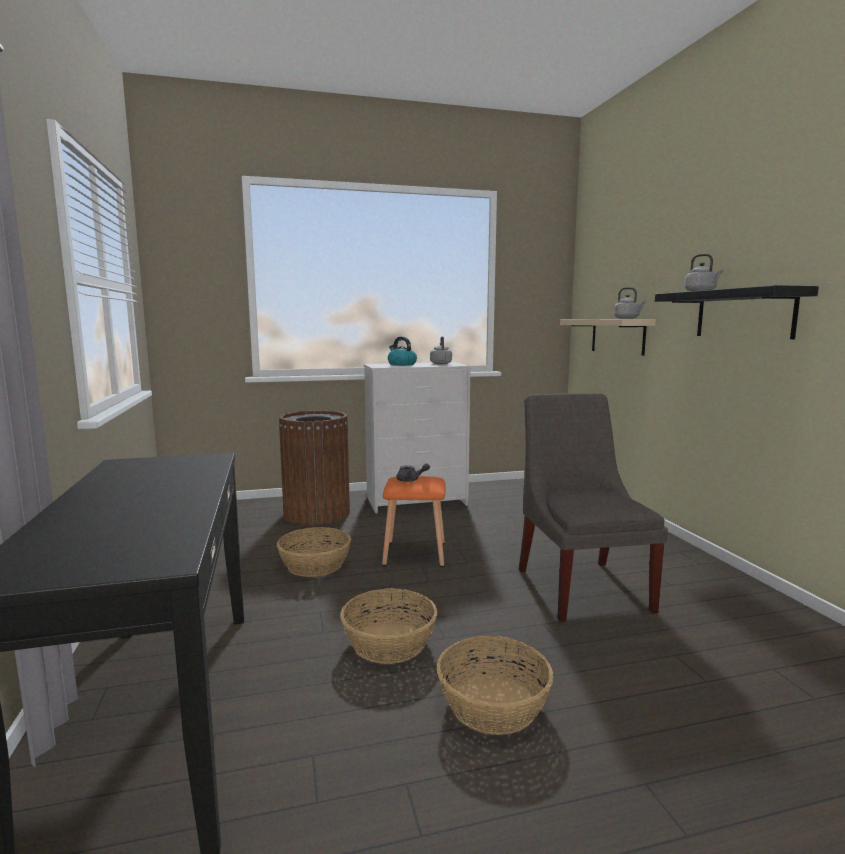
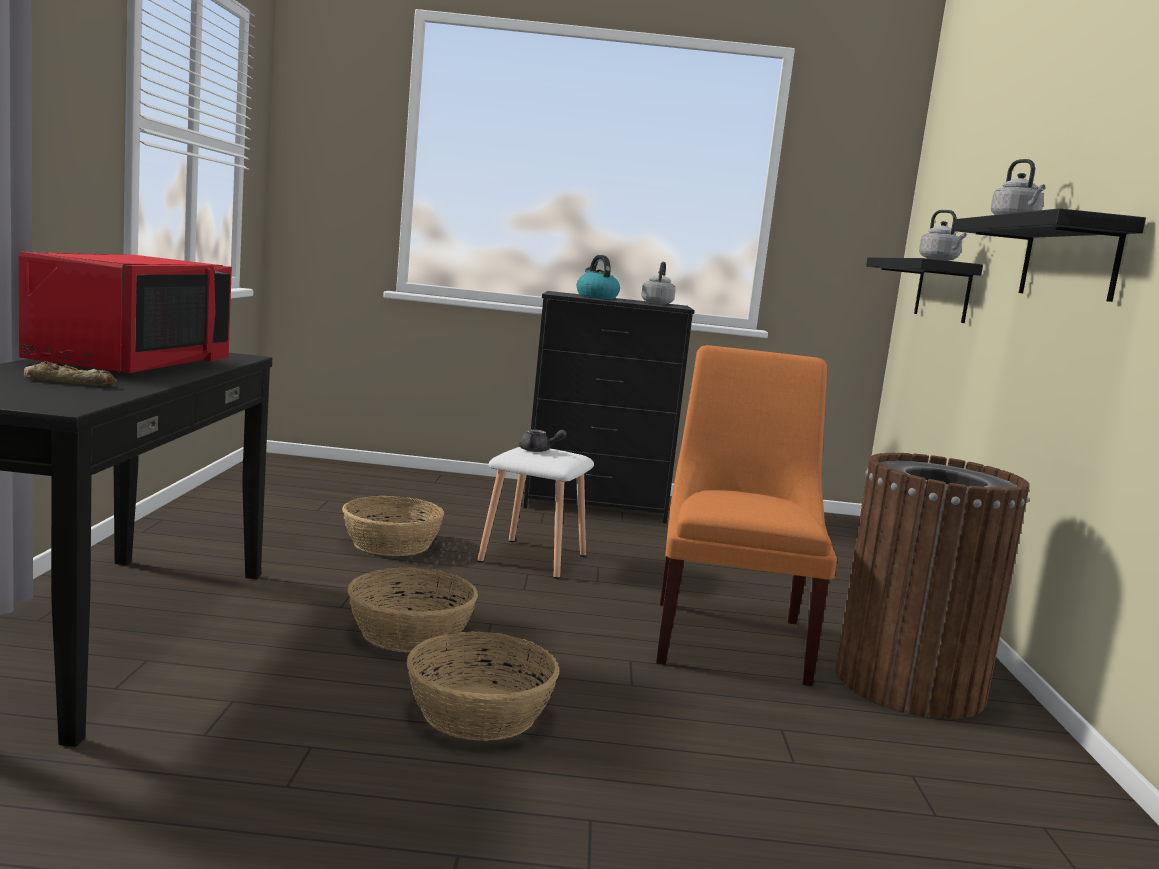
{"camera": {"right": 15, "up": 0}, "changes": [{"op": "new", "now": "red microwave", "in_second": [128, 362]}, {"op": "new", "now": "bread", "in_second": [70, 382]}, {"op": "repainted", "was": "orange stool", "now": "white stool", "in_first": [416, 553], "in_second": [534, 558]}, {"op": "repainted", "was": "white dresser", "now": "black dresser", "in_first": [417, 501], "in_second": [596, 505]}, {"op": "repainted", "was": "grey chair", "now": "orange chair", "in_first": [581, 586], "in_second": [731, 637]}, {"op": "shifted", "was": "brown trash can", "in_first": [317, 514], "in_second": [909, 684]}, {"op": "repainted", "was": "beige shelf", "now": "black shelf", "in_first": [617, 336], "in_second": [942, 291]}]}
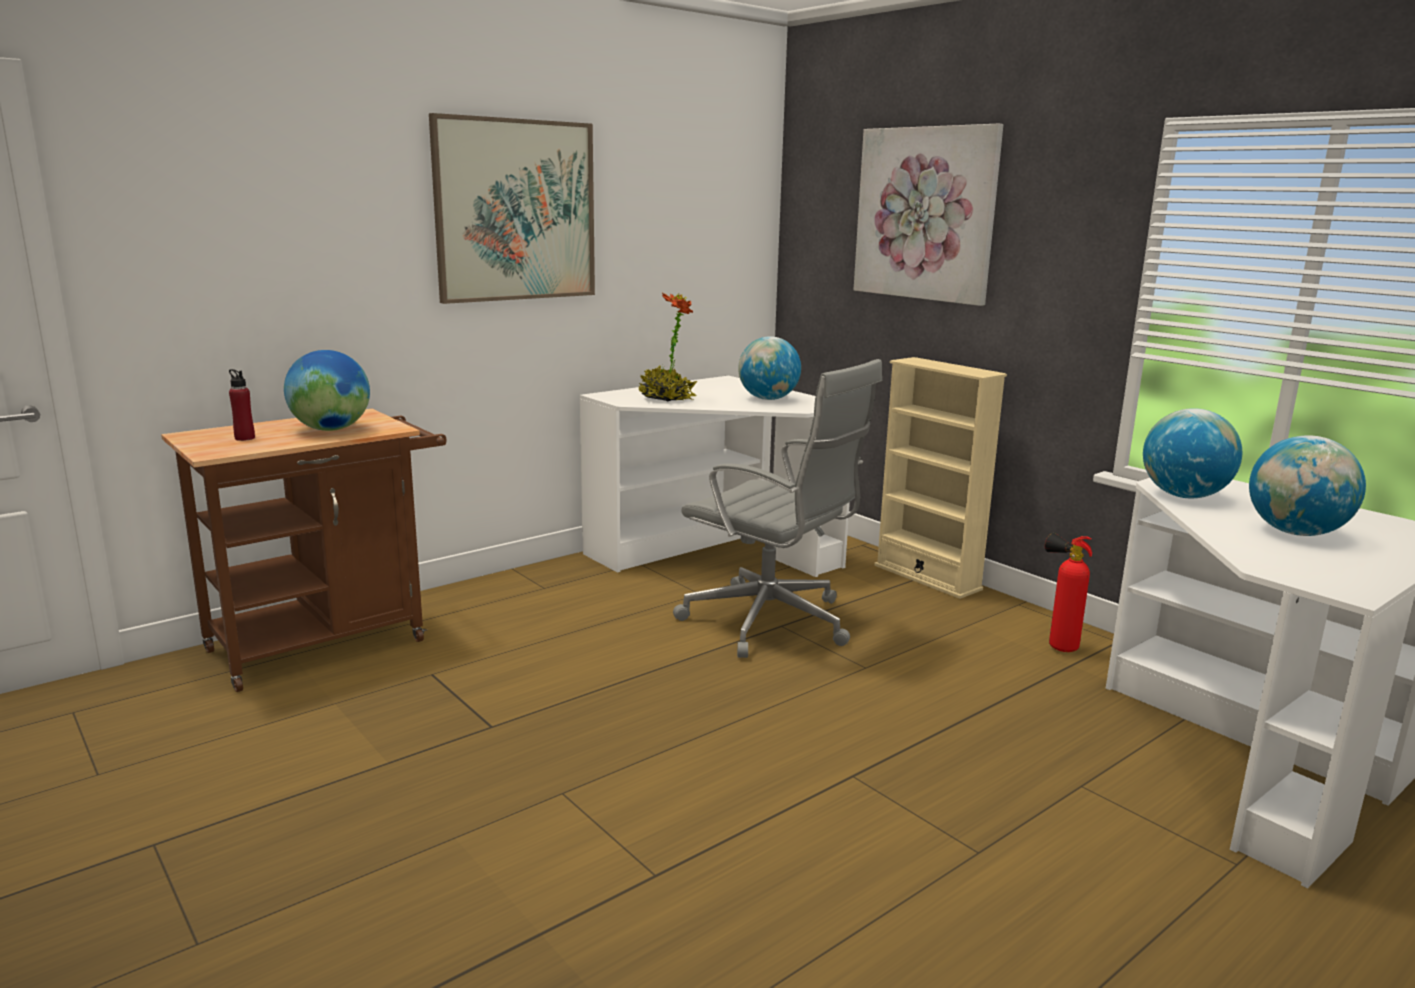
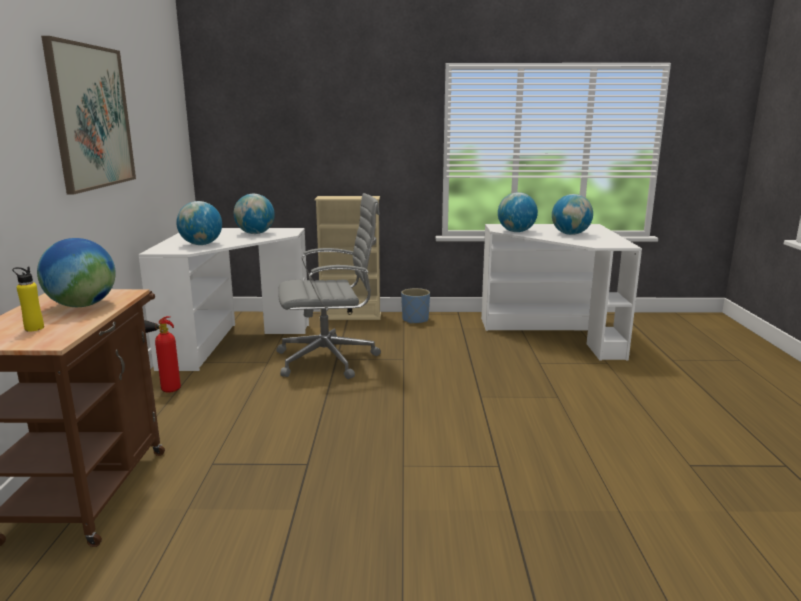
{"camera": {"right": -50, "up": 0}, "changes": [{"op": "repainted", "was": "red bottle", "now": "yellow bottle", "in_first": [244, 438], "in_second": [34, 328]}, {"op": "shifted", "was": "fire extinguisher", "in_first": [1057, 646], "in_second": [166, 390]}, {"op": "swapped", "was": "potted plant", "now": "globe", "in_first": [666, 398], "in_second": [201, 244]}, {"op": "new", "now": "blue planter", "in_second": [415, 320]}, {"op": "gone", "was": "picture", "in_first": [925, 214]}]}
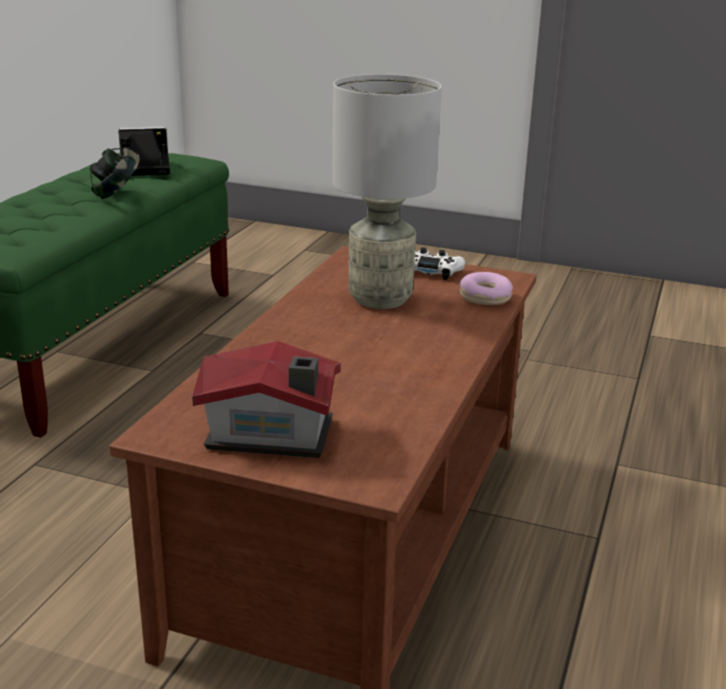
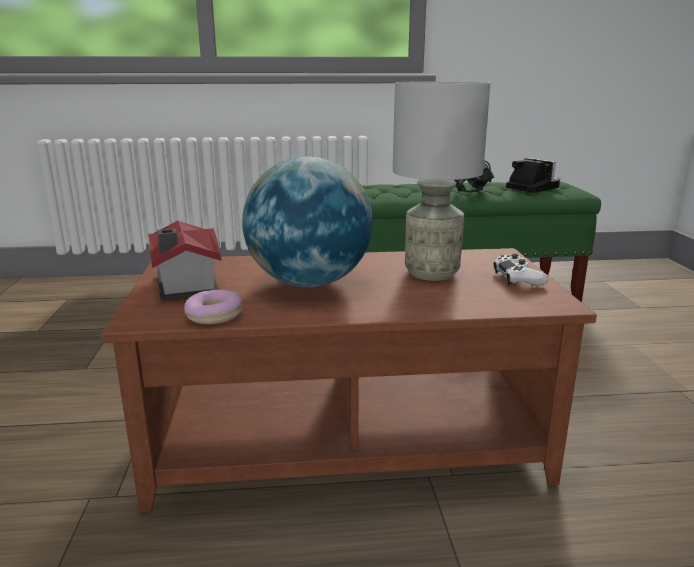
{"camera": {"right": 65, "up": -5}, "changes": [{"op": "shifted", "was": "donut", "in_first": [485, 297], "in_second": [214, 316]}, {"op": "new", "now": "globe", "in_second": [309, 283]}]}
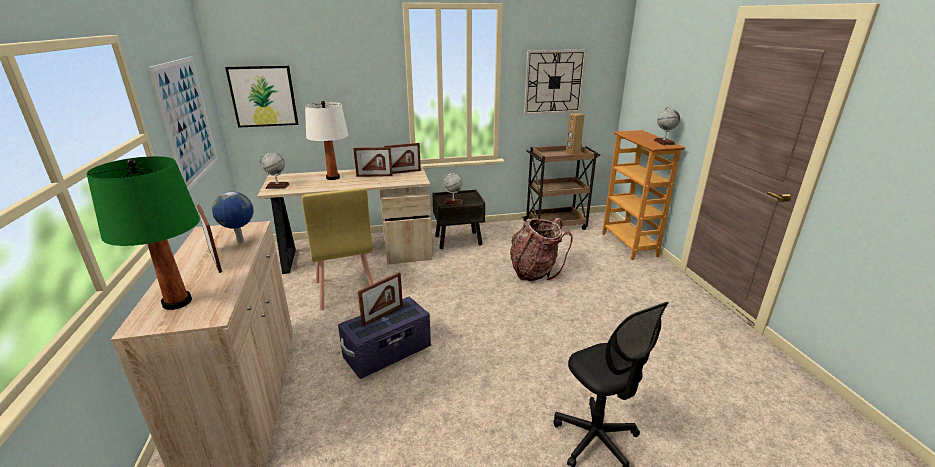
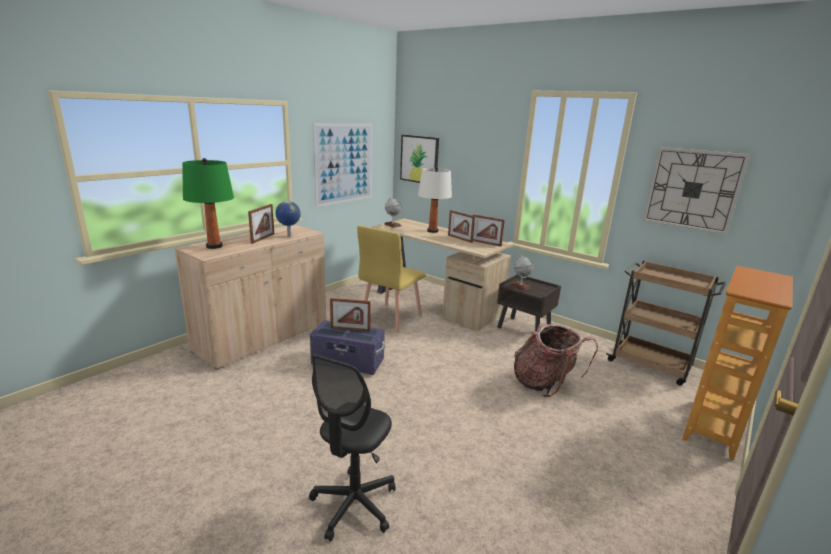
{"camera": {"right": 50, "up": -5}, "changes": [{"op": "gone", "was": "brown speaker", "in_first": [572, 153]}, {"op": "gone", "was": "globe", "in_first": [664, 142]}]}
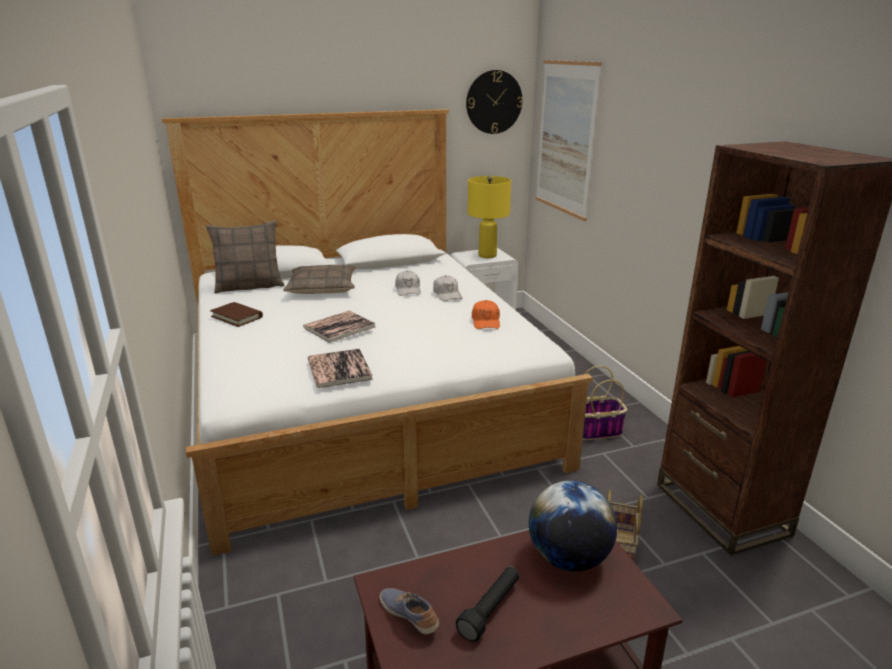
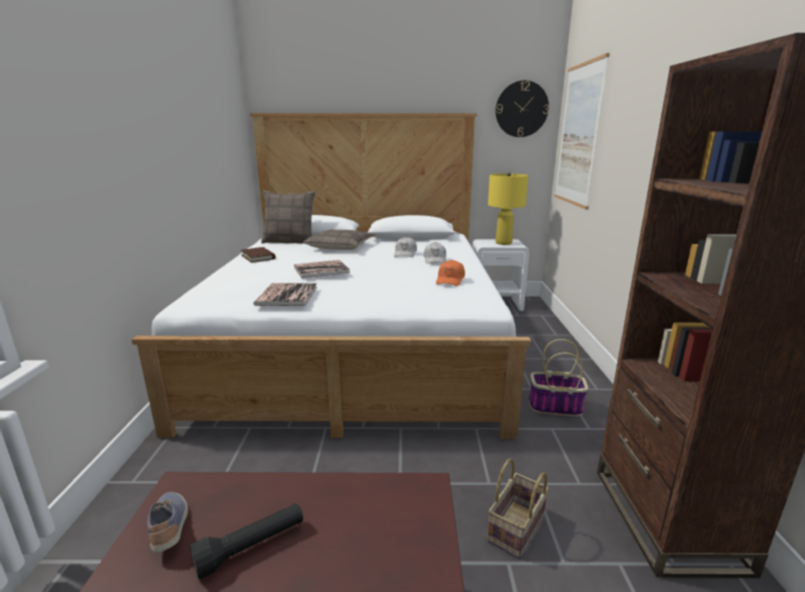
{"camera": {"right": 20, "up": -5}, "changes": [{"op": "gone", "was": "globe", "in_first": [568, 558]}]}
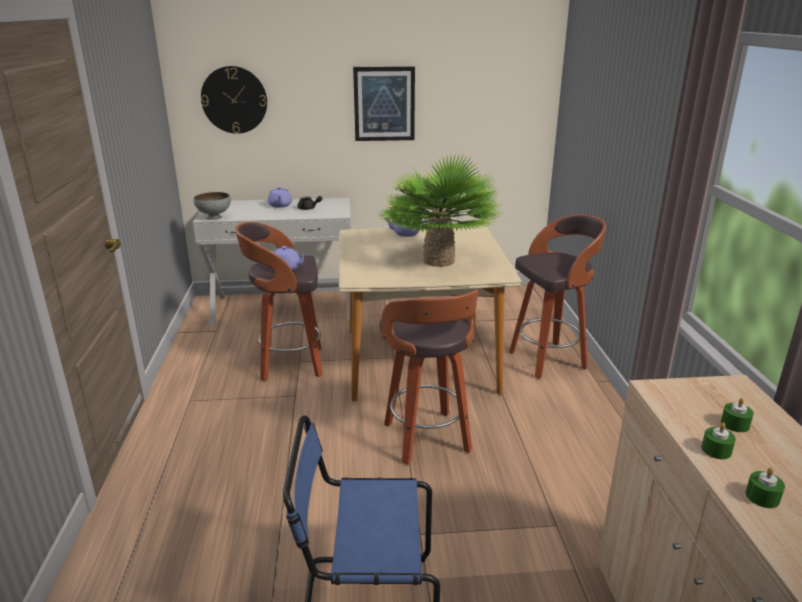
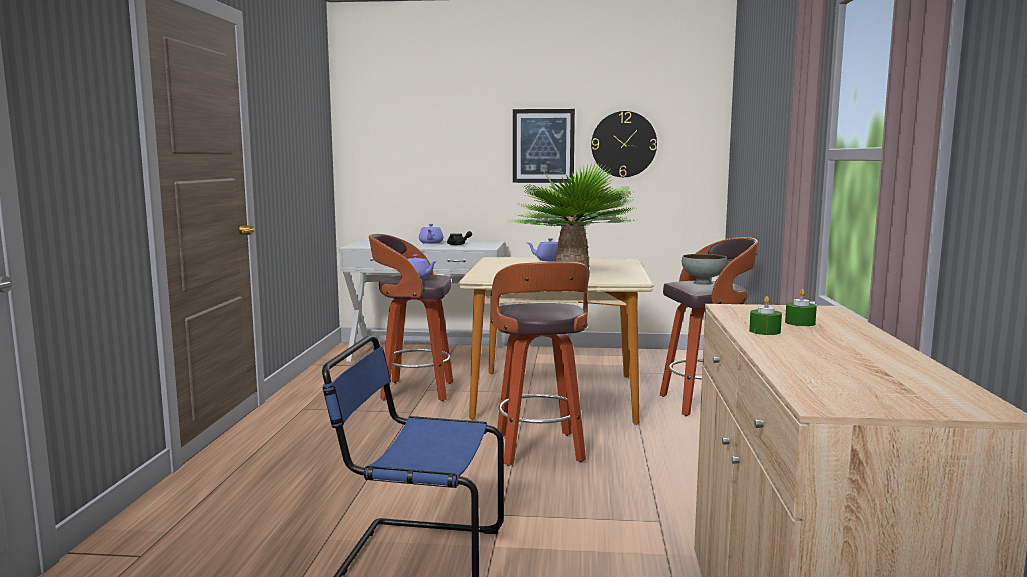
{"camera": {"right": 10, "up": -15}, "changes": [{"op": "shifted", "was": "wall clock", "in_first": [234, 100], "in_second": [623, 144]}, {"op": "shifted", "was": "grey bowl", "in_first": [214, 217], "in_second": [703, 283]}, {"op": "gone", "was": "green candle", "in_first": [762, 497]}]}
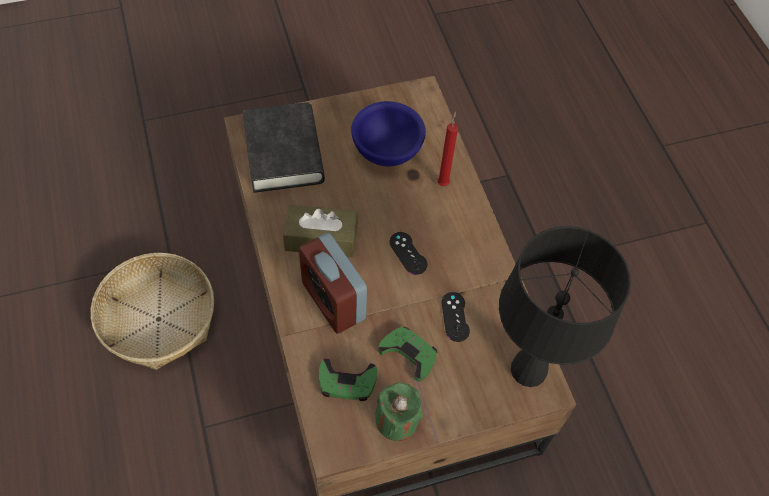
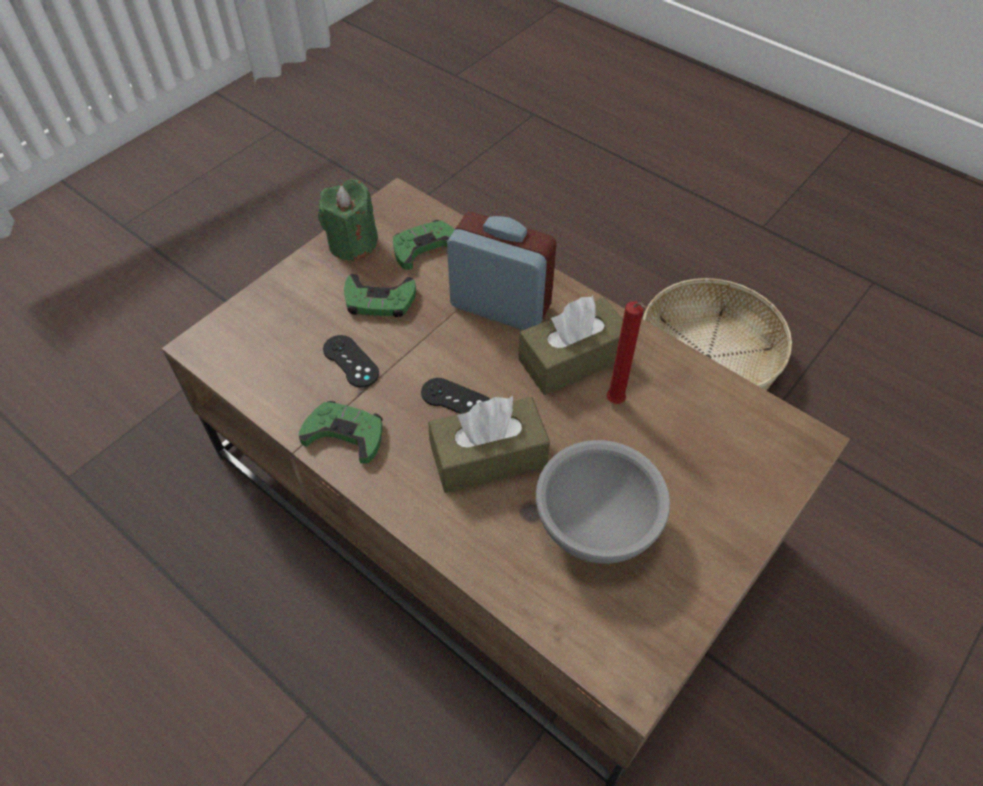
{"camera": {"right": 150, "up": -5}, "changes": [{"op": "new", "now": "green game controller", "in_second": [345, 434]}, {"op": "new", "now": "brown tissue box", "in_second": [488, 457]}, {"op": "repainted", "was": "blue bowl", "now": "grey bowl", "in_first": [386, 152], "in_second": [595, 523]}, {"op": "shifted", "was": "red candle", "in_first": [443, 182], "in_second": [616, 403]}, {"op": "gone", "was": "black book", "in_first": [283, 153]}, {"op": "gone", "was": "black table lamp", "in_first": [529, 369]}]}
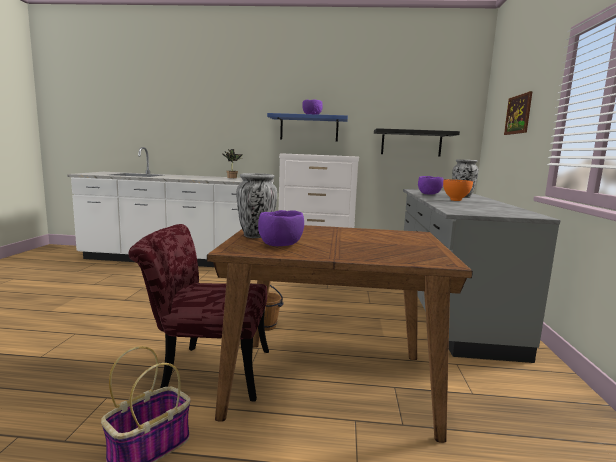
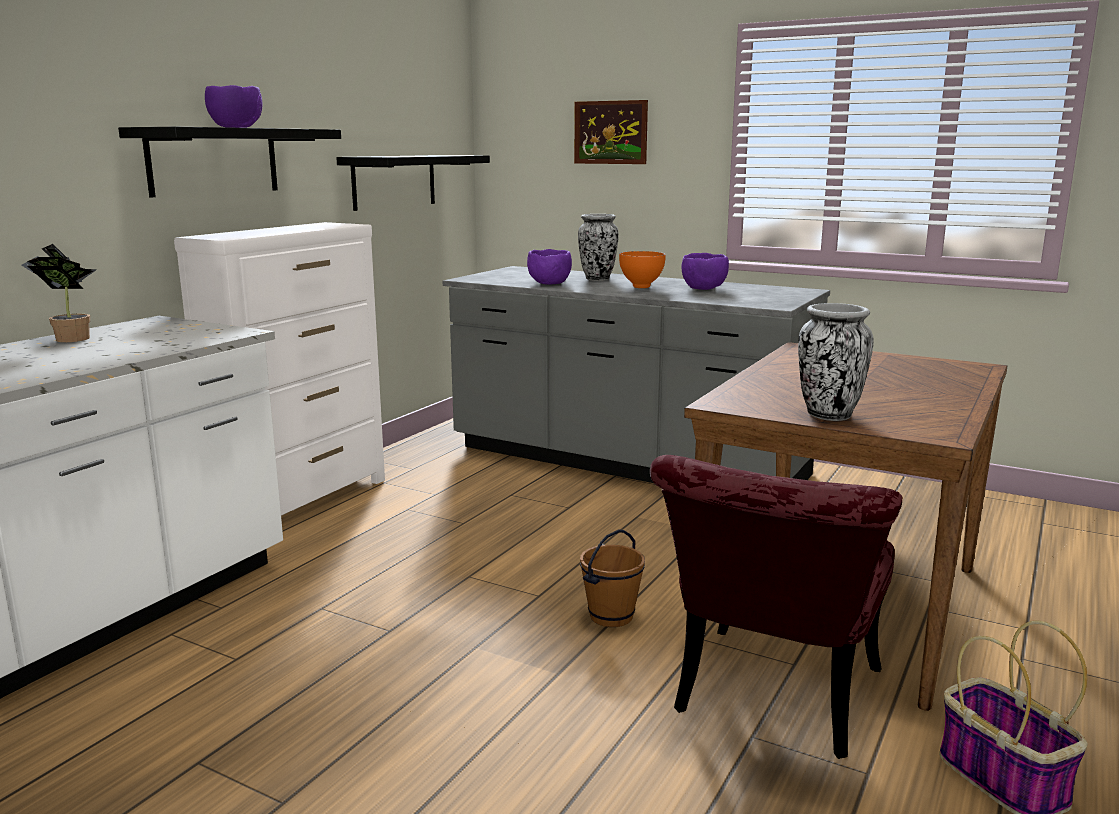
{"camera": {"right": -65, "up": 5}, "changes": [{"op": "repainted", "was": "blue shelf", "now": "black shelf", "in_first": [309, 128], "in_second": [214, 161]}, {"op": "shifted", "was": "purple bowl", "in_first": [281, 245], "in_second": [704, 288]}]}
